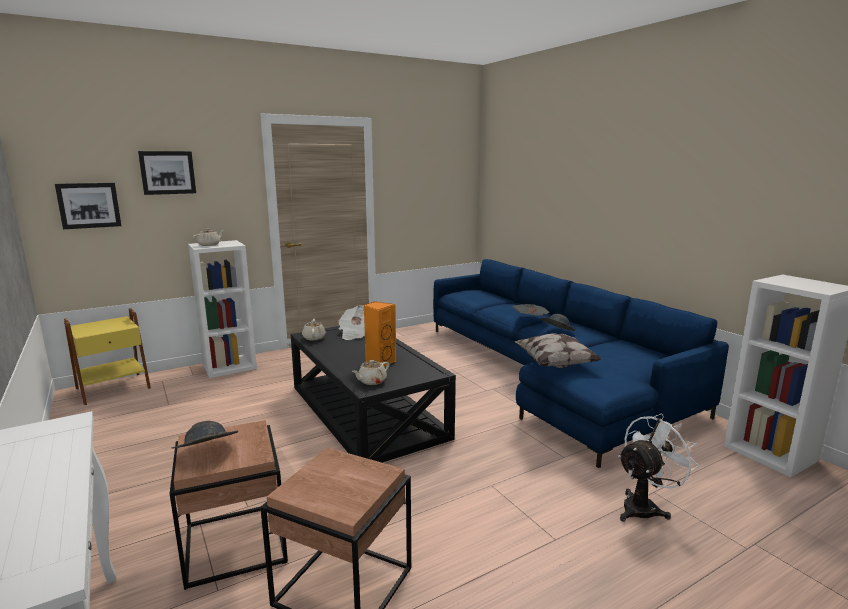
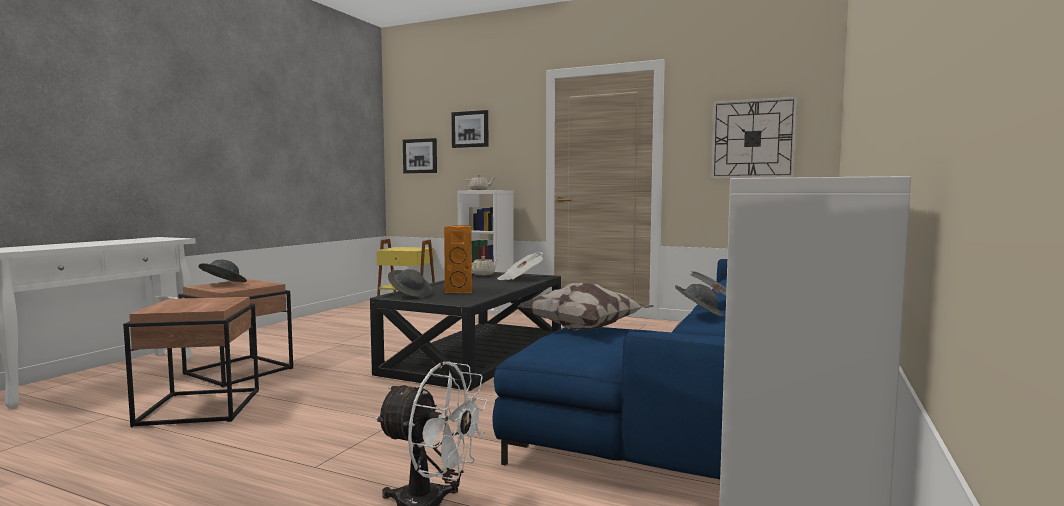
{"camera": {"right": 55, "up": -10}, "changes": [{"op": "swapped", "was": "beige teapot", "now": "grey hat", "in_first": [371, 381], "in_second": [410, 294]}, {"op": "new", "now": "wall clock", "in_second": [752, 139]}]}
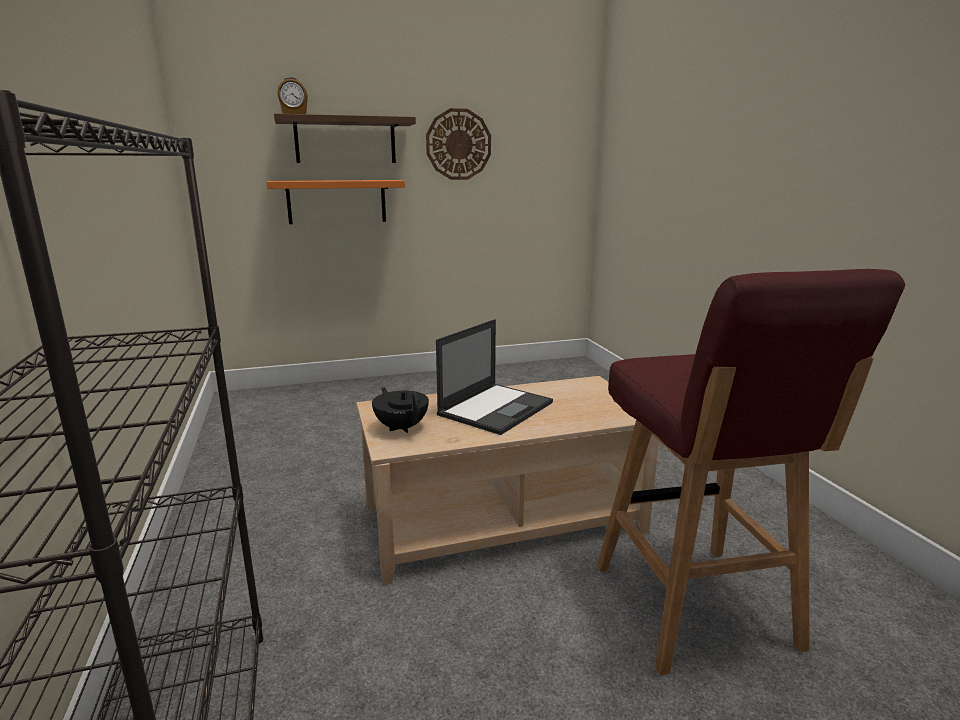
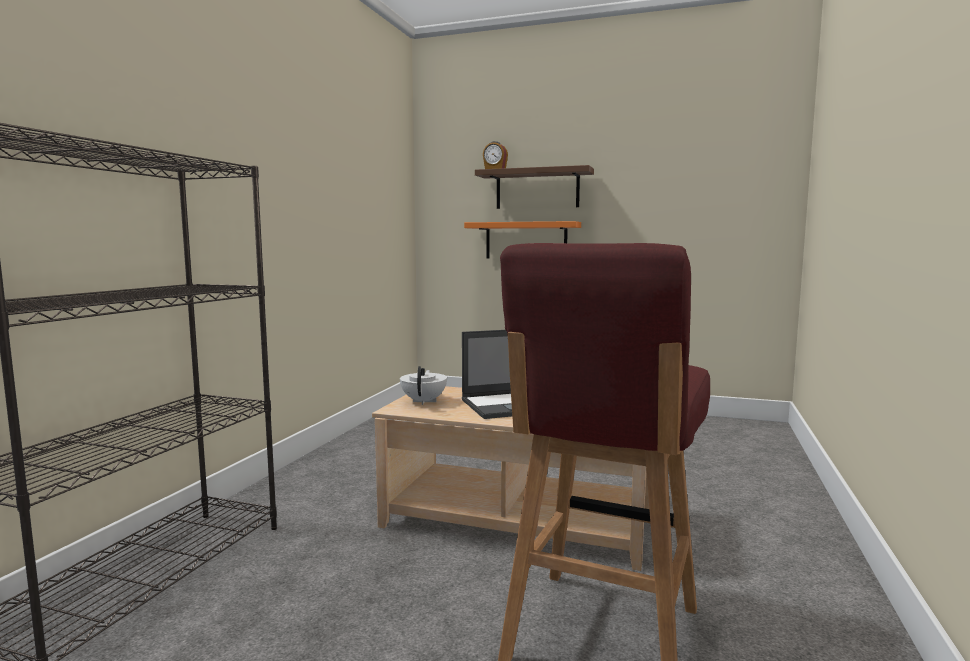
{"camera": {"right": 35, "up": -10}, "changes": [{"op": "repainted", "was": "black teapot", "now": "white teapot", "in_first": [401, 427], "in_second": [424, 401]}, {"op": "gone", "was": "wall clock", "in_first": [458, 144]}]}
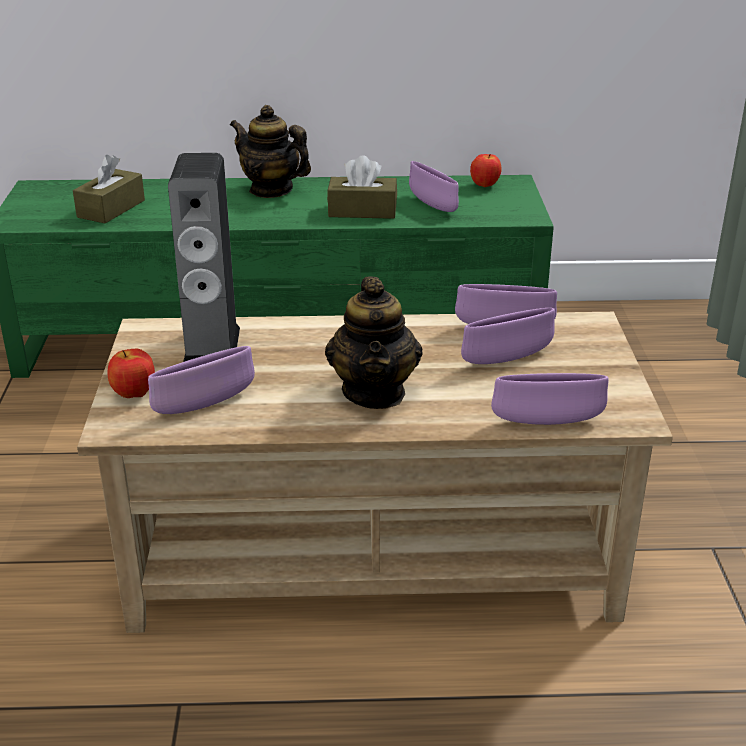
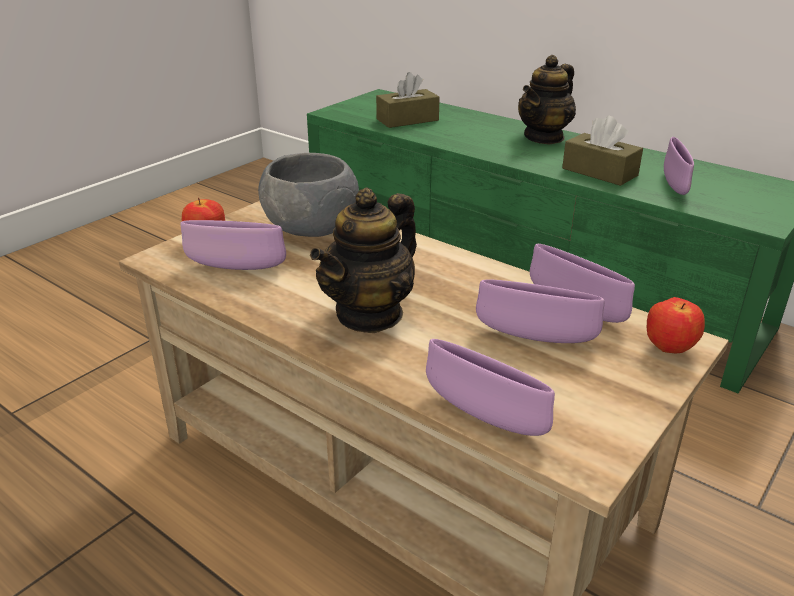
{"camera": {"right": 40, "up": 0}, "changes": [{"op": "swapped", "was": "speaker", "now": "grey bowl", "in_first": [212, 346], "in_second": [311, 228]}, {"op": "rotated", "was": "teapot", "in_first": [271, 190], "in_second": [544, 137], "clockwise": -120}, {"op": "shifted", "was": "apple", "in_first": [485, 185], "in_second": [669, 349]}]}
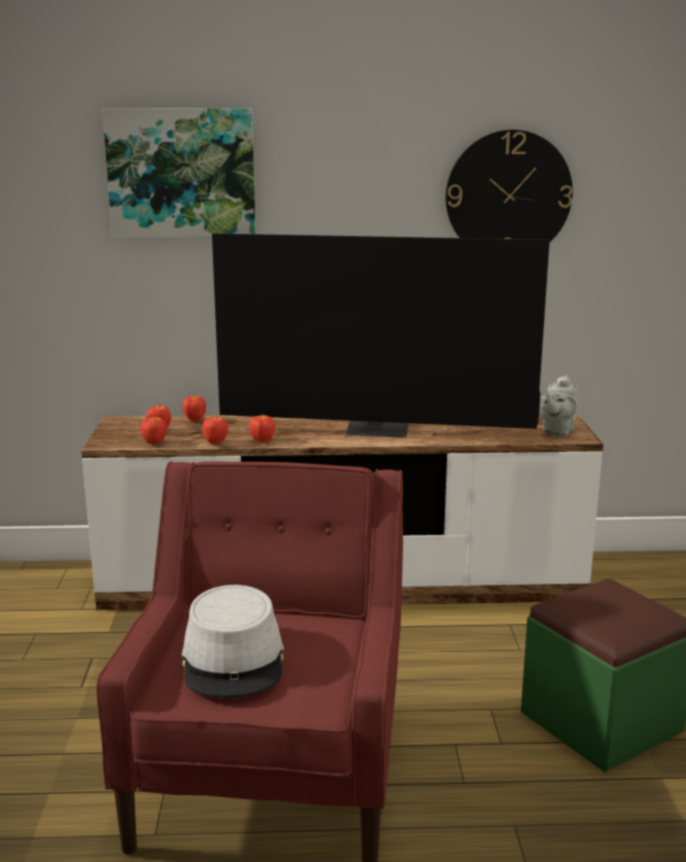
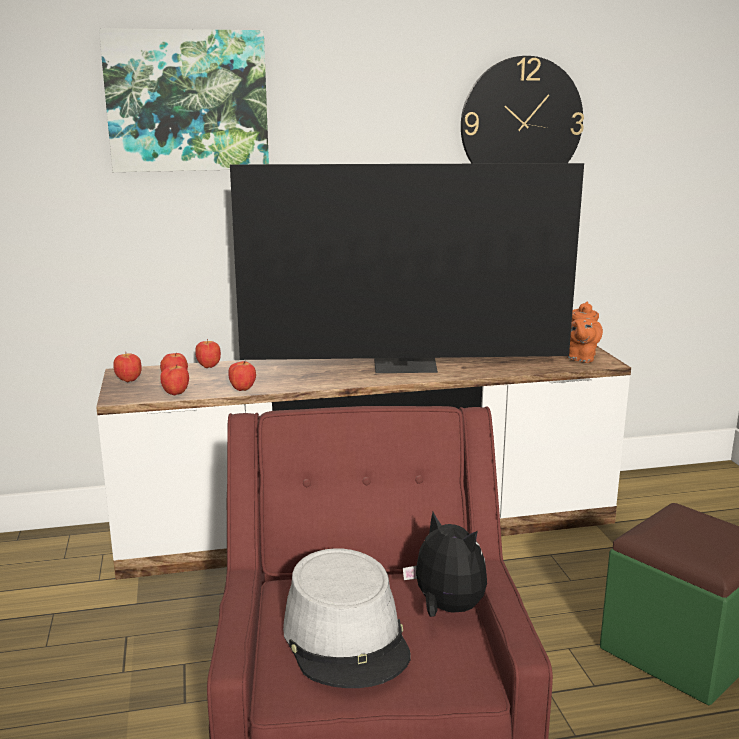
{"camera": {"right": -10, "up": 0}, "changes": [{"op": "shifted", "was": "apple", "in_first": [262, 441], "in_second": [128, 381]}, {"op": "new", "now": "plush toy", "in_second": [446, 609]}, {"op": "repainted", "was": "grey teapot", "now": "orange teapot", "in_first": [556, 431], "in_second": [580, 358]}]}
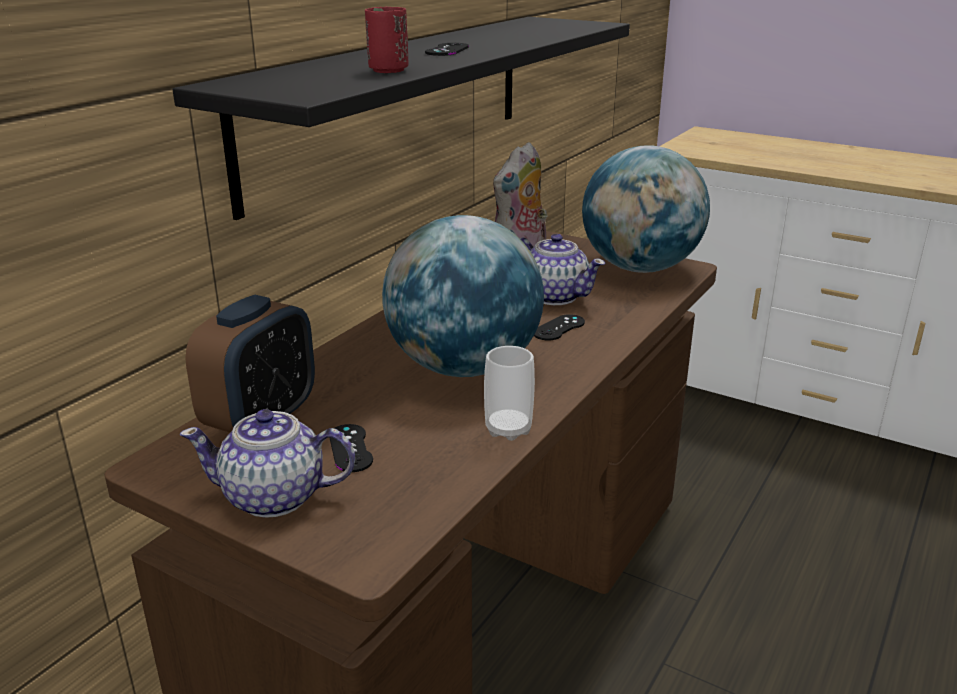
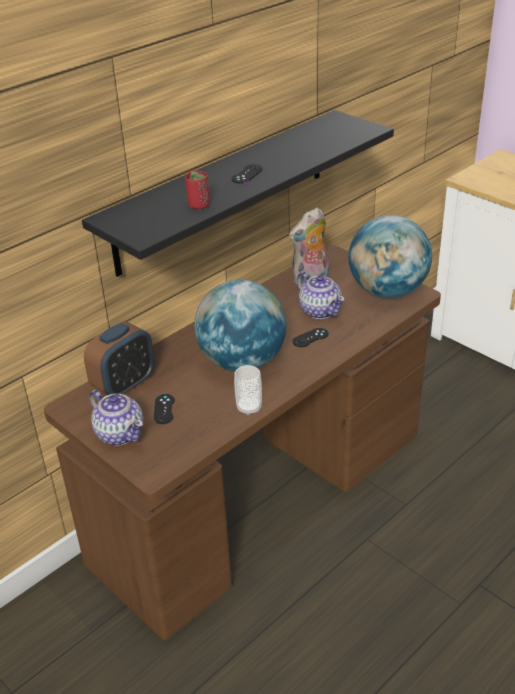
{"camera": {"right": 15, "up": 10}, "changes": [{"op": "rotated", "was": "teapot", "in_first": [275, 497], "in_second": [120, 433], "clockwise": -150}]}
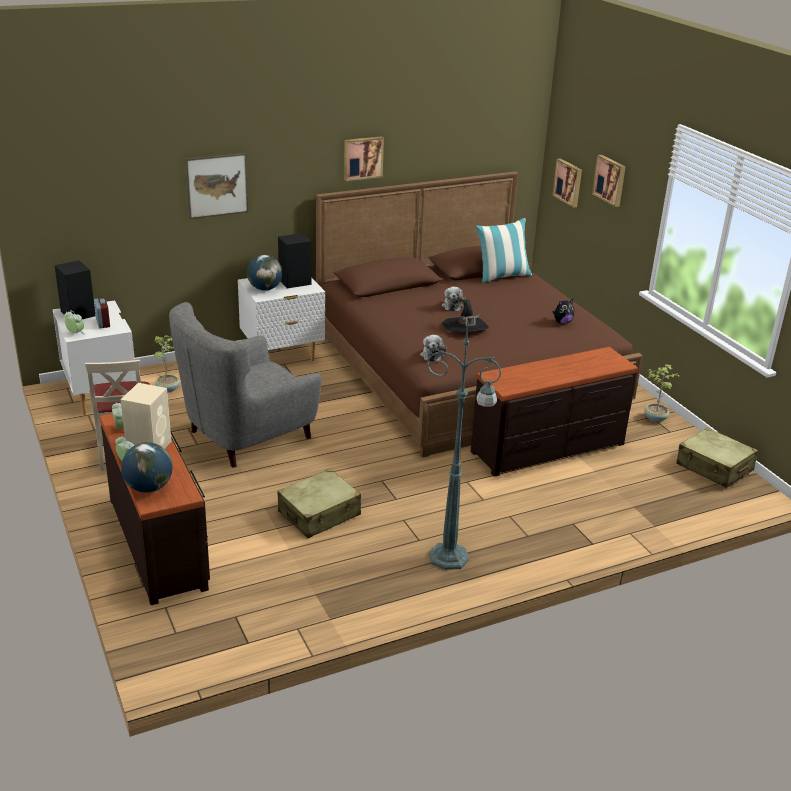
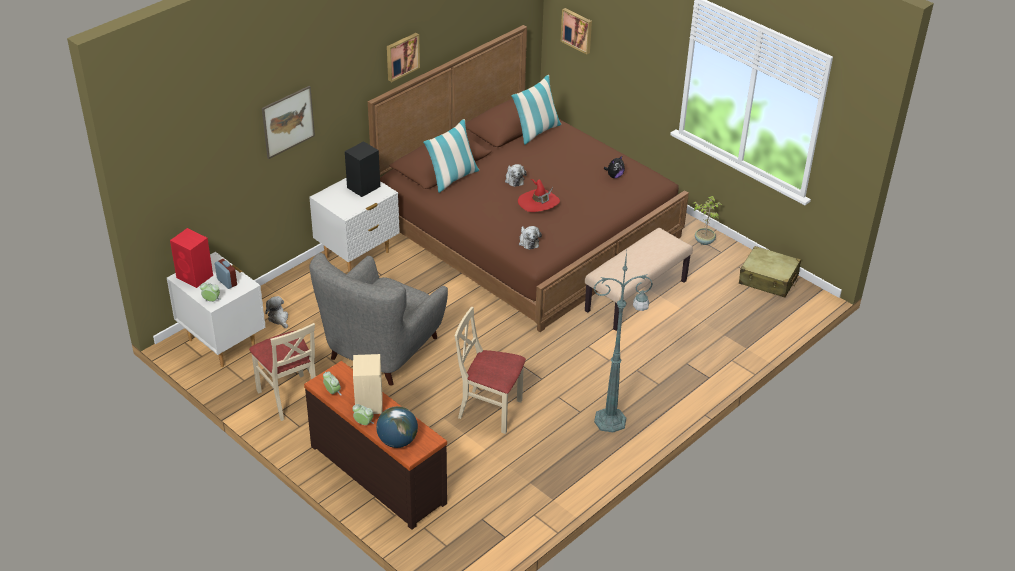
{"camera": {"right": -20, "up": 10}, "changes": [{"op": "repainted", "was": "black speaker", "now": "red speaker", "in_first": [78, 314], "in_second": [195, 277]}, {"op": "swapped", "was": "potted plant", "now": "plush toy", "in_first": [168, 389], "in_second": [278, 318]}, {"op": "new", "now": "pillow", "in_second": [452, 178]}, {"op": "swapped", "was": "beige suitcase", "now": "beige chair", "in_first": [319, 513], "in_second": [490, 410]}, {"op": "repainted", "was": "black hat", "now": "red hat", "in_first": [465, 327], "in_second": [538, 203]}, {"op": "swapped", "was": "brown dresser", "now": "beige bench", "in_first": [549, 449], "in_second": [635, 295]}, {"op": "gone", "was": "globe", "in_first": [264, 288]}, {"op": "gone", "was": "picture", "in_first": [610, 180]}]}
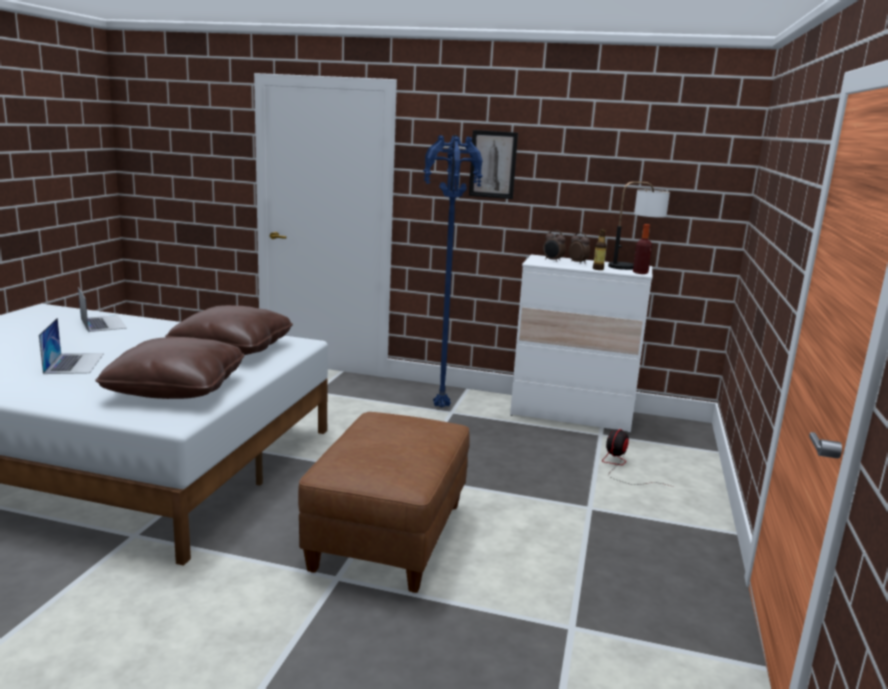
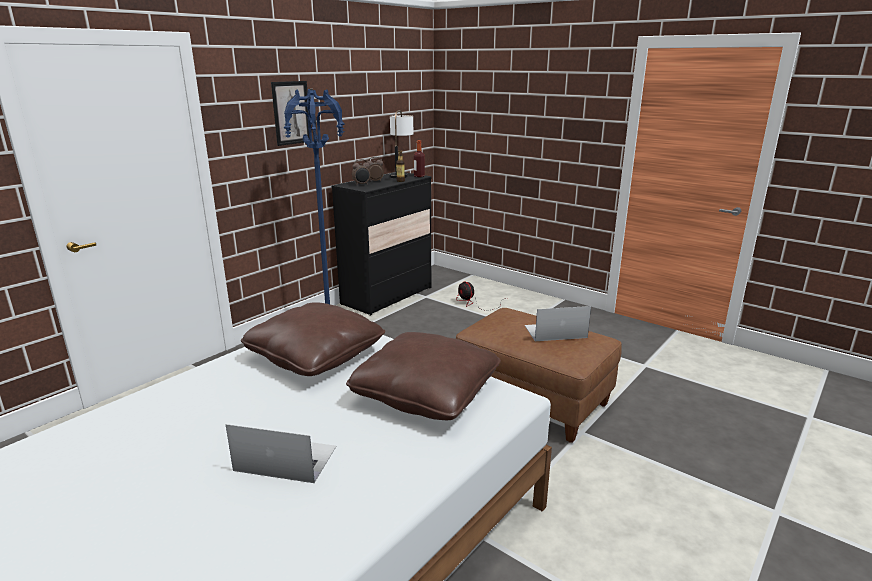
{"camera": {"right": -65, "up": 5}, "changes": [{"op": "repainted", "was": "white dresser", "now": "black dresser", "in_first": [571, 414], "in_second": [387, 296]}, {"op": "shifted", "was": "laptop", "in_first": [103, 323], "in_second": [555, 331]}]}
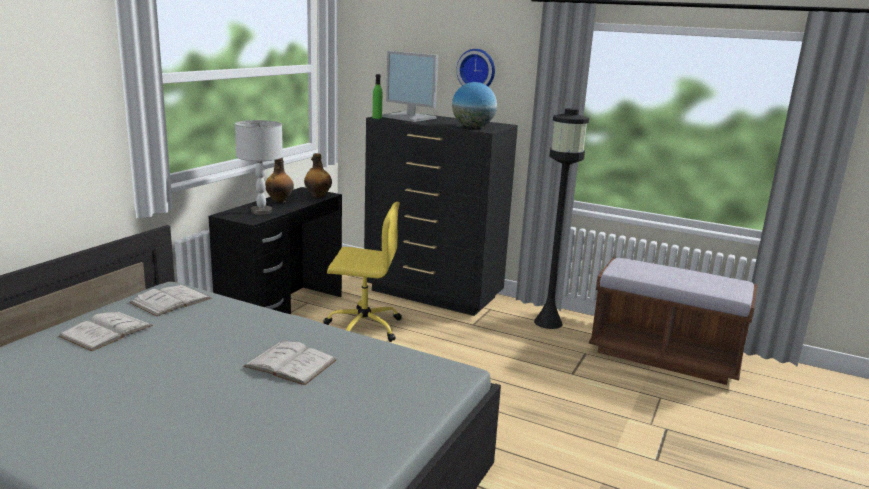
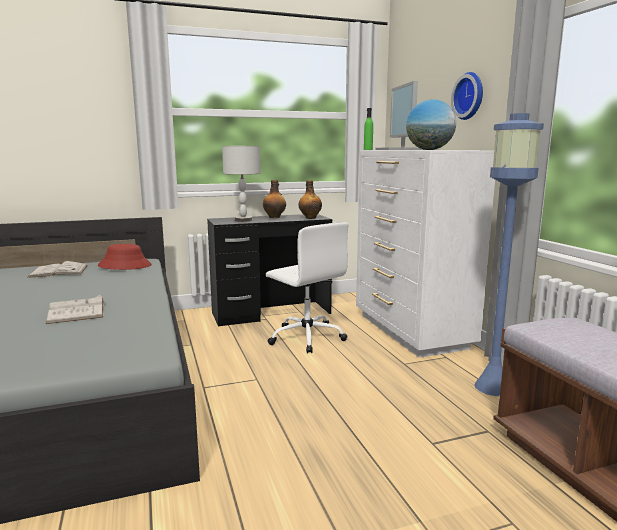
{"camera": {"right": 45, "up": -5}, "changes": [{"op": "swapped", "was": "white book", "now": "red hat", "in_first": [170, 300], "in_second": [125, 266]}, {"op": "repainted", "was": "yellow office chair", "now": "white office chair", "in_first": [362, 327], "in_second": [306, 337]}, {"op": "repainted", "was": "black dresser", "now": "white dresser", "in_first": [433, 294], "in_second": [410, 331]}, {"op": "repainted", "was": "black floor lamp", "now": "blue floor lamp", "in_first": [548, 322], "in_second": [493, 387]}]}
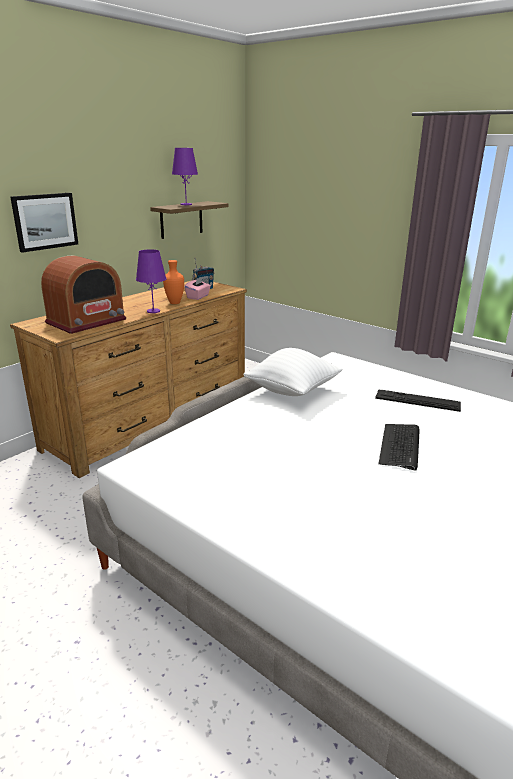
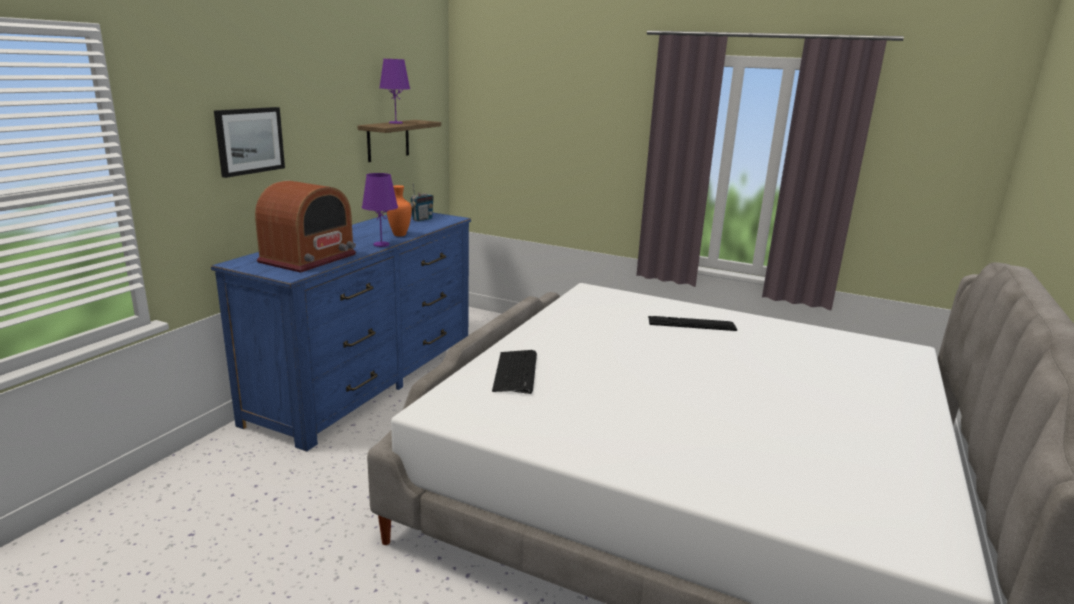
{"camera": {"right": -15, "up": -5}, "changes": [{"op": "repainted", "was": "brown dresser", "now": "blue dresser", "in_first": [151, 420], "in_second": [368, 379]}, {"op": "shifted", "was": "keyboard", "in_first": [400, 446], "in_second": [516, 372]}, {"op": "gone", "was": "pink tissue box", "in_first": [198, 297]}, {"op": "gone", "was": "white pillow", "in_first": [292, 391]}]}
